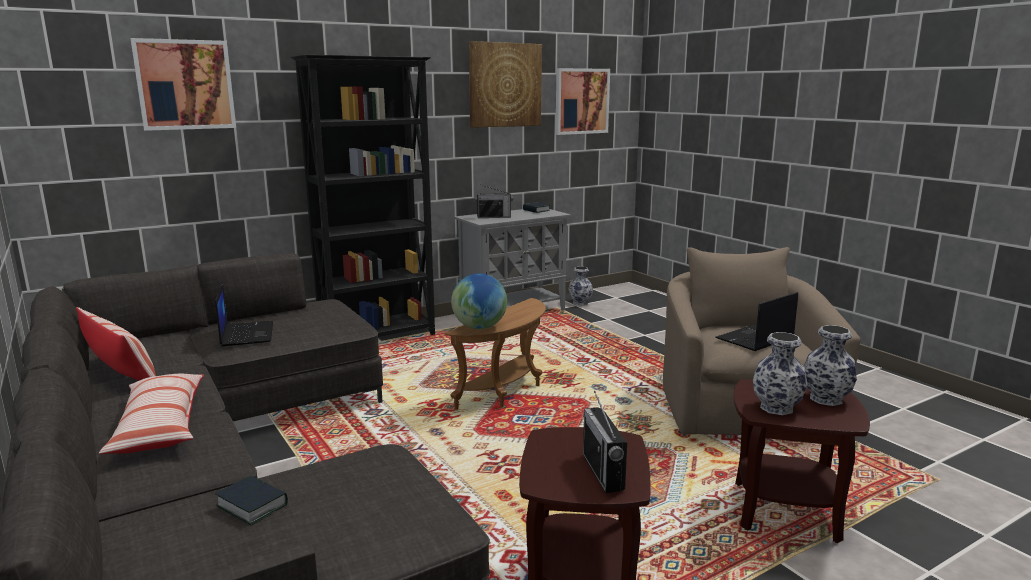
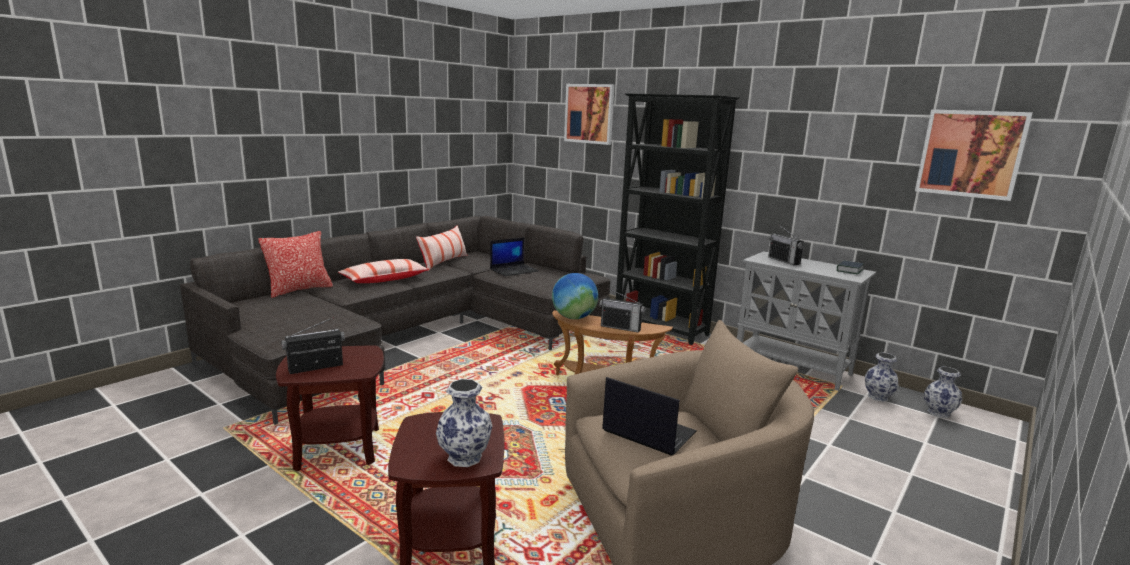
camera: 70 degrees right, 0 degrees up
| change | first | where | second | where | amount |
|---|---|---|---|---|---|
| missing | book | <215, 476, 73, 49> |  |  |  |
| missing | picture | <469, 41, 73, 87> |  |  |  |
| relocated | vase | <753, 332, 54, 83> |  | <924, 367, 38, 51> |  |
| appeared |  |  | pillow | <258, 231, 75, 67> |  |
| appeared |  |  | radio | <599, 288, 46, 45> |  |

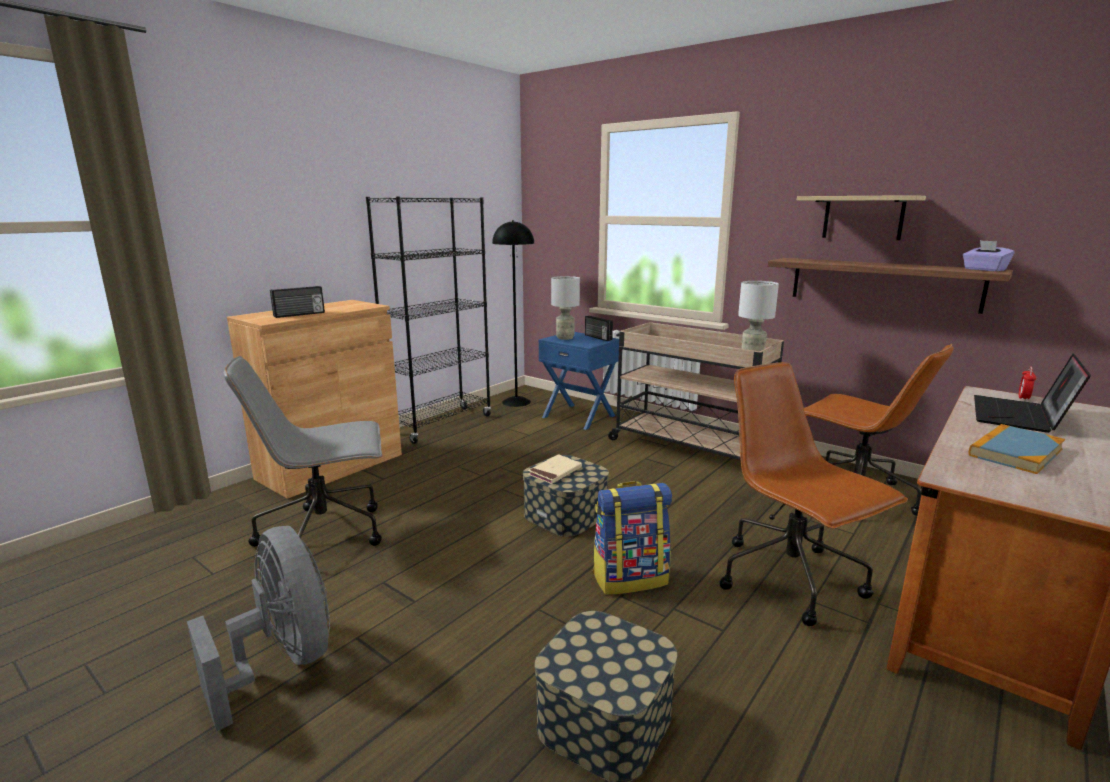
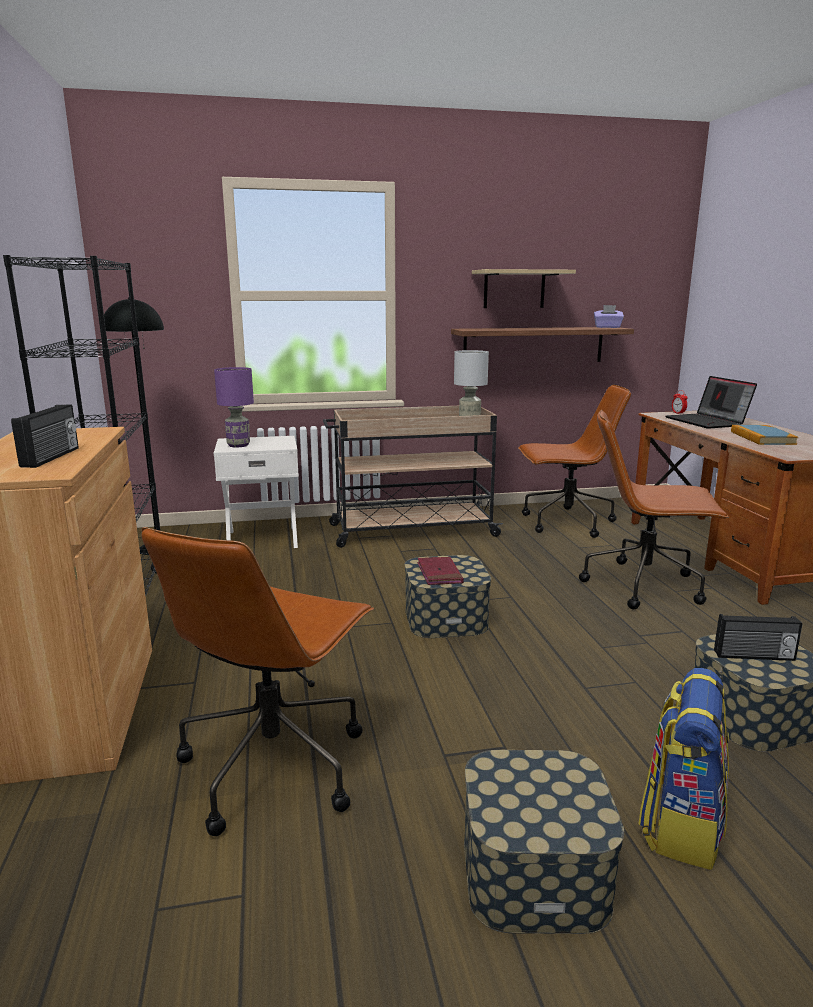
camera: 50 degrees left, 0 degrees up
| change | first | where | second | where | amount |
|---|---|---|---|---|---|
| exchanged | grey_fan | <187, 526, 143, 205> | storage_box | <464, 750, 160, 184> |  |
| colour | grey_office_chair | <224, 356, 158, 191> | brown_office_chair | <142, 527, 232, 309> |  |
| colour | beige_book | <528, 454, 54, 30> | red_book | <417, 557, 47, 28> |  |
| colour | blue_nightstand | <539, 332, 80, 98> | white_nightstand | <214, 436, 85, 112> |  |
| colour | grey_table_lamp | <551, 276, 29, 64> | purple_table_lamp | <214, 367, 40, 81> |  |
| relocated | radio | <585, 316, 28, 25> |  | <714, 614, 88, 47> |  |
| relocated | backpack | <592, 481, 80, 114> |  | <639, 668, 90, 202> |  |

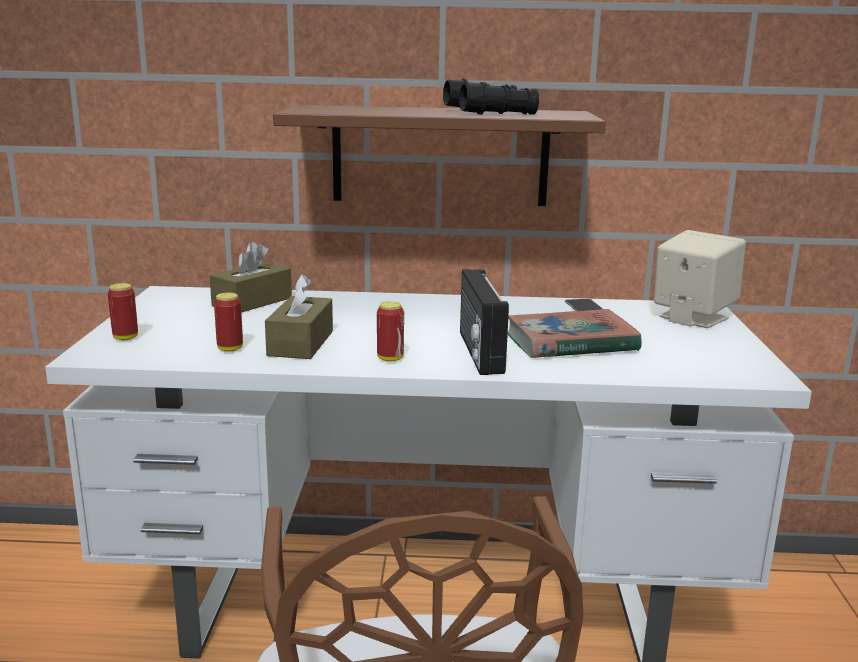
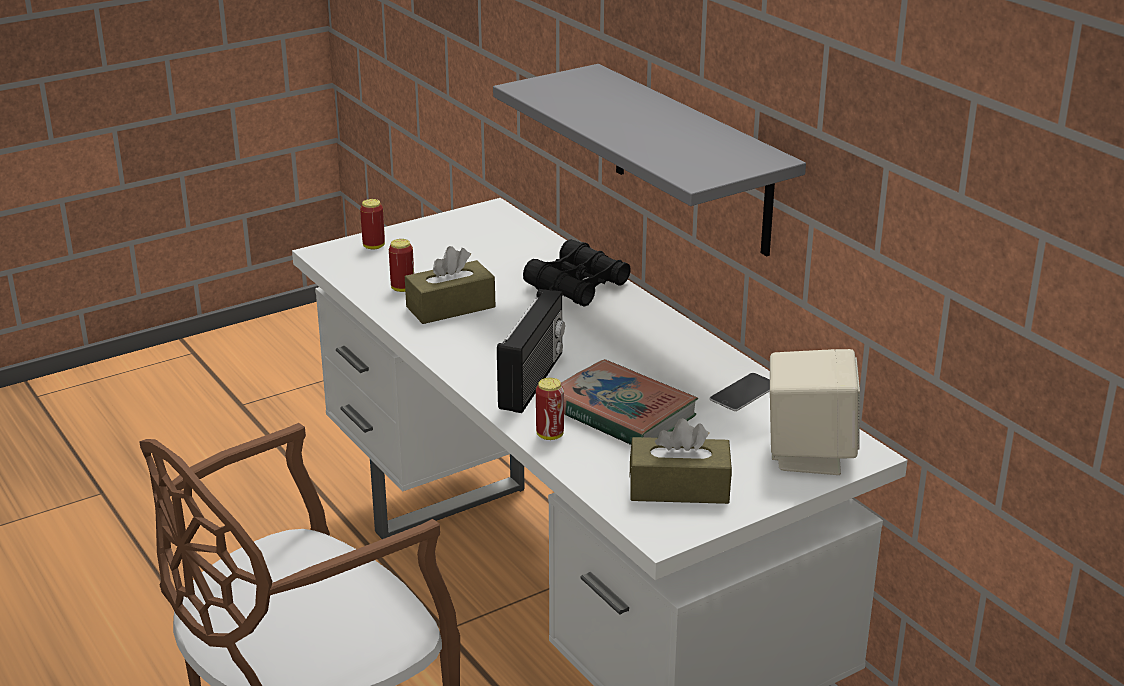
camera: 55 degrees right, 10 degrees up
| change | first | where | second | where | amount |
|---|---|---|---|---|---|
| relocated | brown_tissue_box | <210, 241, 82, 72> |  | <629, 418, 103, 86> |  |
| colour | brown_shelf | <273, 105, 333, 101> | grey_shelf | <493, 64, 313, 192> |  |
| relocated | can | <377, 301, 27, 61> |  | <536, 378, 28, 62> |  |
| relocated | black_binoculars | <443, 79, 96, 36> |  | <523, 239, 108, 68> |  |
| spun | radio | <460, 269, 49, 106> |  | <497, 289, 68, 124> | 150 degrees clockwise |

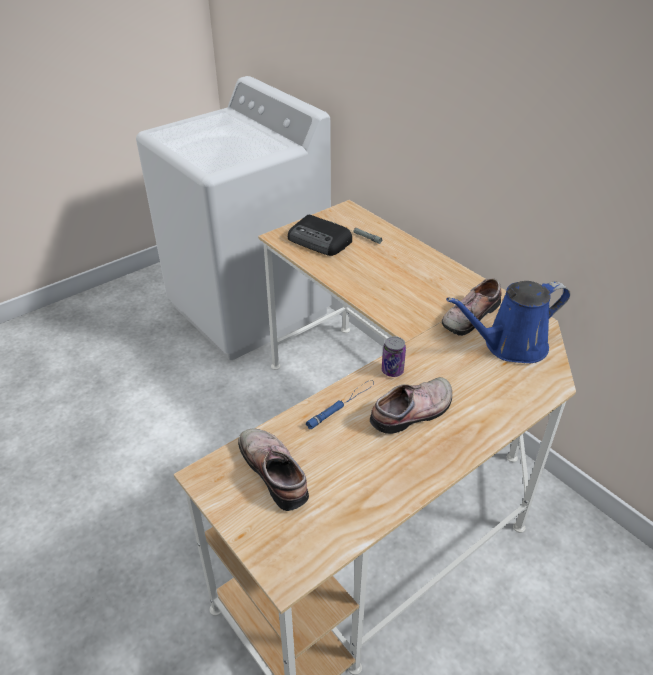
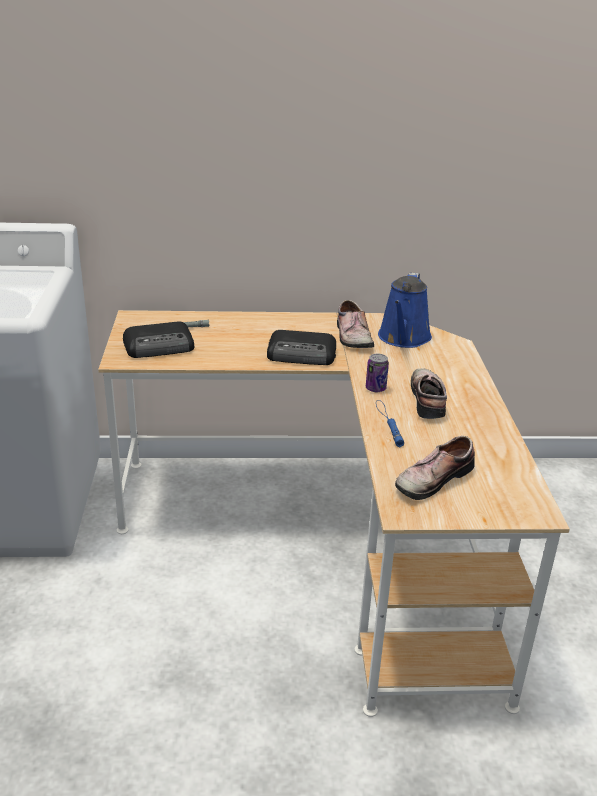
camera: 55 degrees left, 10 degrees down
| change | first | where | second | where | amount |
|---|---|---|---|---|---|
| spun | shoe | <238, 428, 71, 83> |  | <395, 436, 80, 64> | 45 degrees counterclockwise |
| appeared |  |  | radio | <267, 330, 69, 35> |  |

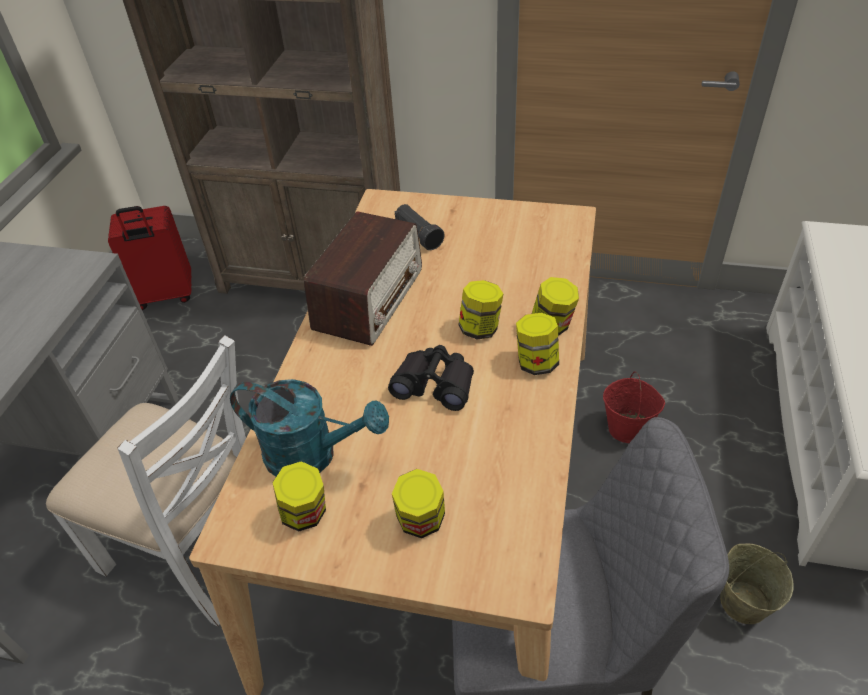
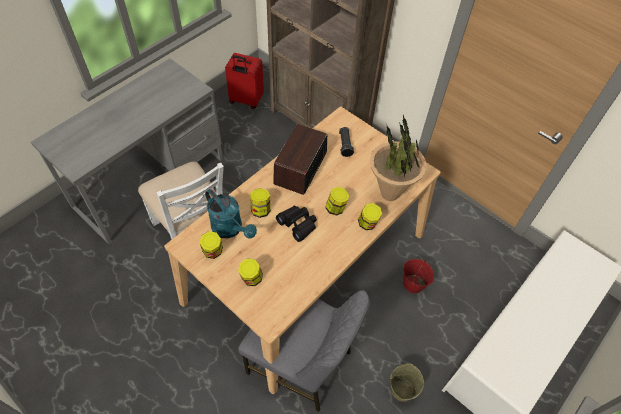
camera: 25 degrees right, 10 degrees up
| change | first | where | second | where | amount |
|---|---|---|---|---|---|
| spun | radio | <304, 211, 118, 135> |  | <273, 124, 54, 71> | 150 degrees clockwise |
| relocated | jar | <516, 313, 43, 62> |  | <250, 188, 20, 30> |  |
| appeared |  |  | potted_plant | <370, 115, 57, 86> |  |

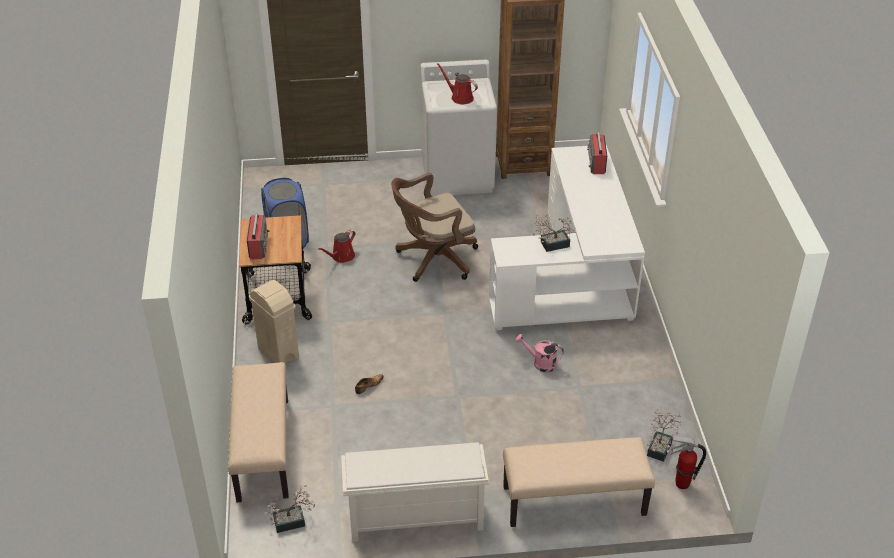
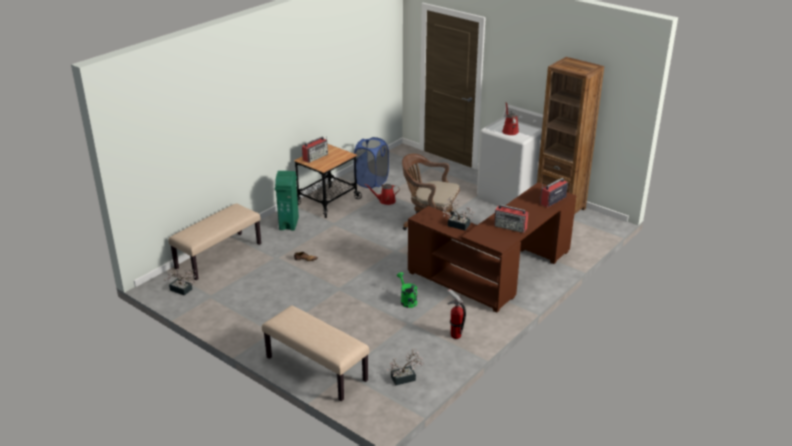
camera: 45 degrees right, 10 degrees down
| change | first | where | second | where | amount |
|---|---|---|---|---|---|
| colour | beige_trash_can | <249, 280, 50, 84> | green_trash_can | <275, 171, 24, 59> |  |
| missing | white_shoe_rack | <341, 442, 148, 100> |  |  |  |
| colour | white_desk | <489, 145, 156, 185> | brown_desk | <408, 182, 169, 131> |  |
| colour | pink_watering_can | <515, 334, 49, 38> | green_watering_can | <397, 272, 20, 36> |  |
| relocated | fire_extinguisher | <671, 435, 35, 54> |  | <447, 289, 19, 50> |  |
| appeared |  |  | radio | <494, 205, 35, 28> |  |

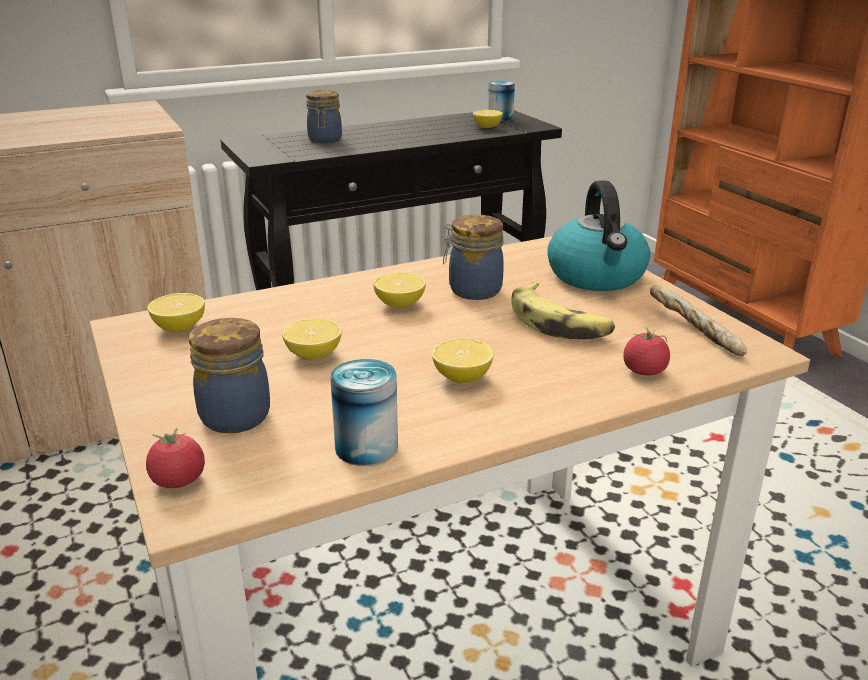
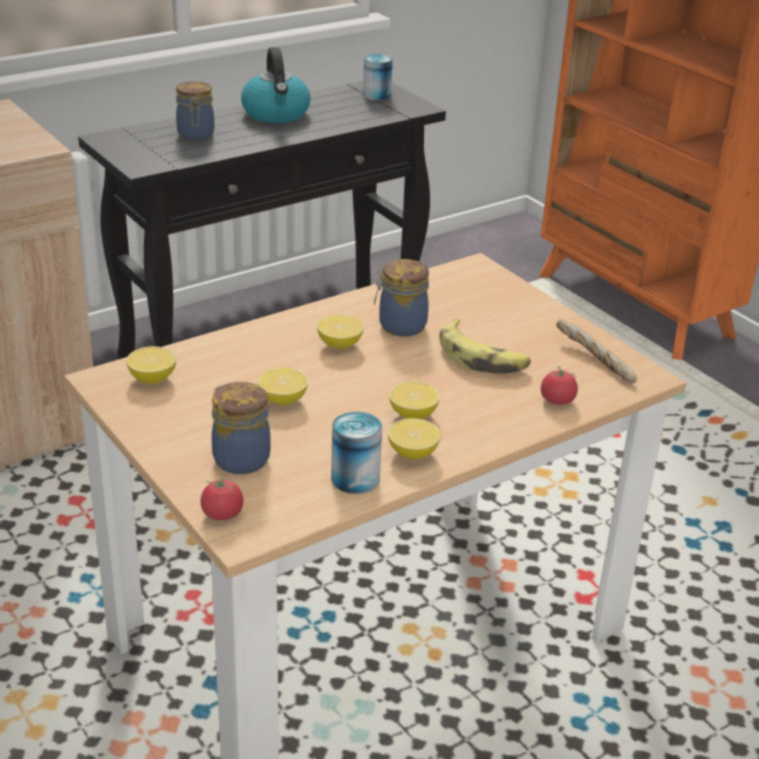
camera: 10 degrees left, 5 degrees up
| change | first | where | second | where | amount |
|---|---|---|---|---|---|
| relocated | lemon | <473, 110, 30, 18> |  | <388, 418, 53, 41> |  |
| relocated | kettle | <547, 181, 103, 110> |  | <241, 47, 70, 76> |  |

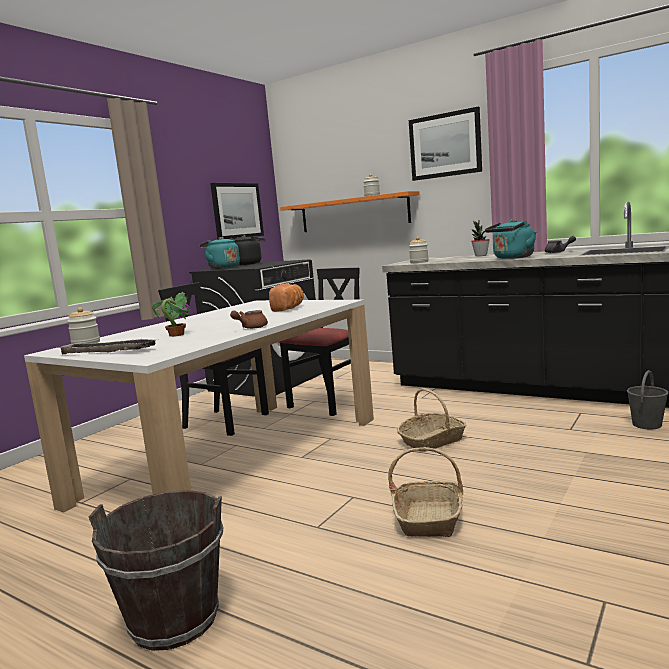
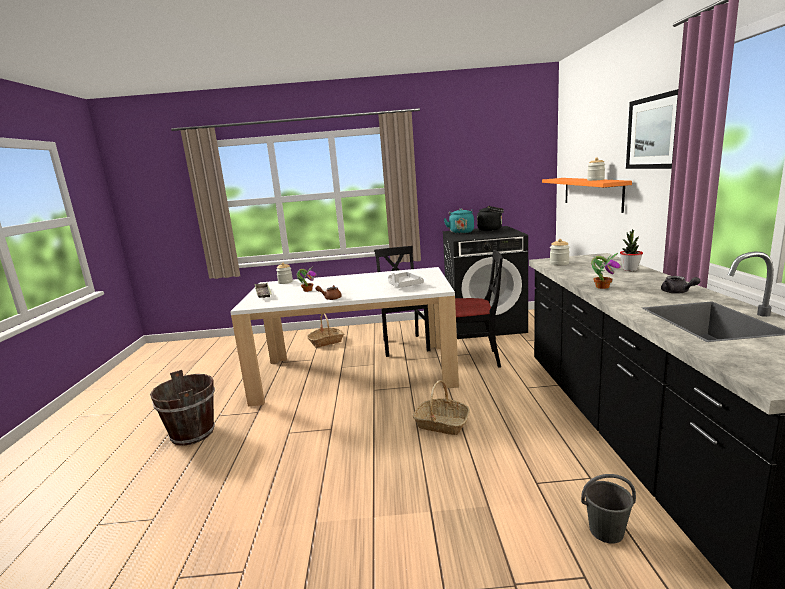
camera: 55 degrees right, 5 degrees up
| change | first | where | second | where | amount |
|---|---|---|---|---|---|
| missing | picture | <210, 183, 54, 57> |  |  |  |
| exchanged | bread | <269, 284, 35, 28> | grey_tray | <388, 272, 36, 16> |  |
| relocated | basket | <388, 447, 75, 90> |  | <307, 314, 37, 34> |  |
| exchanged | turquoise_kettle | <485, 219, 51, 40> | potted_plant | <591, 252, 30, 37> |  |

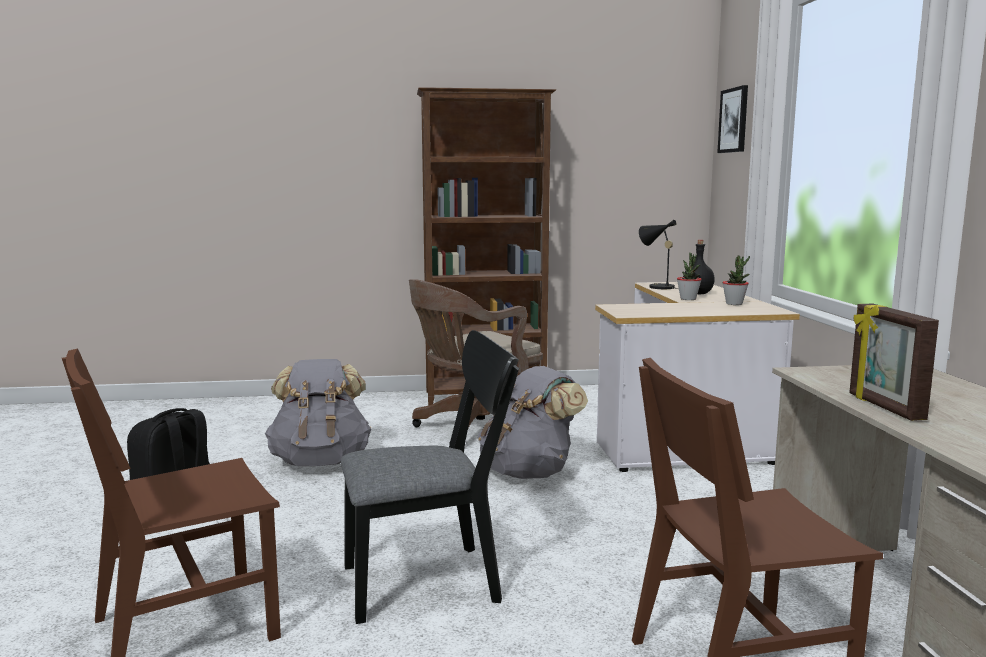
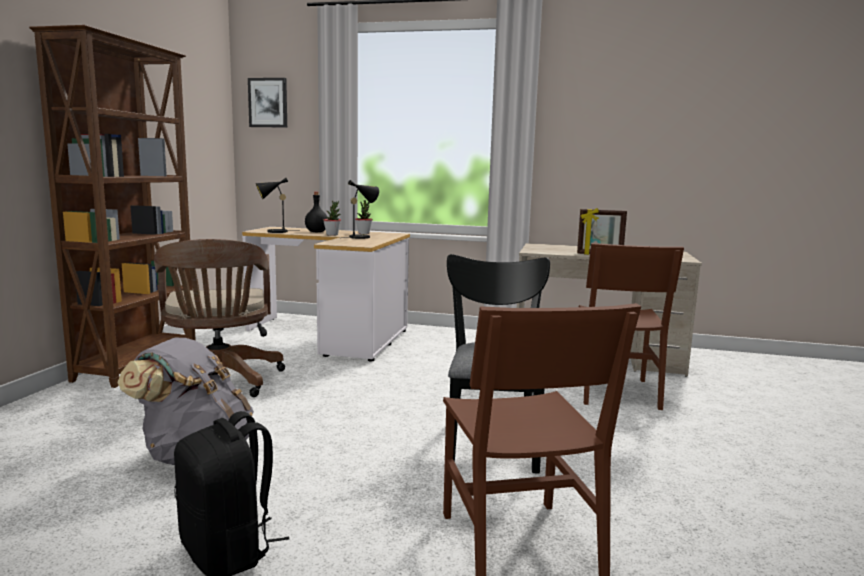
camera: 70 degrees left, 0 degrees up
| change | first | where | second | where | amount |
|---|---|---|---|---|---|
| missing | grey_backpack | <477, 366, 111, 113> |  |  |  |
| appeared |  |  | black_table_lamp | <343, 180, 36, 59> |  |

